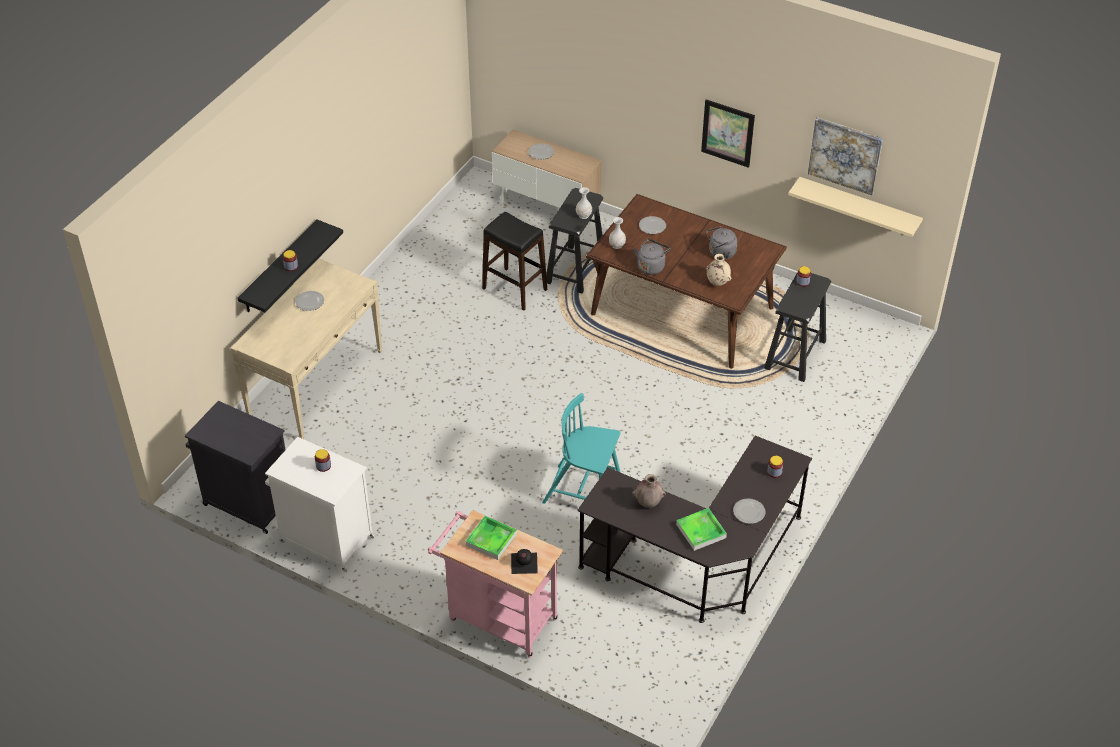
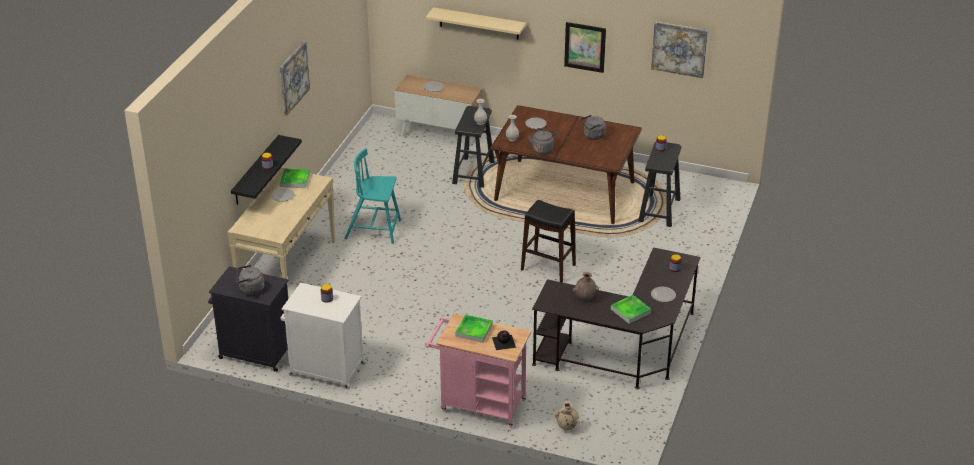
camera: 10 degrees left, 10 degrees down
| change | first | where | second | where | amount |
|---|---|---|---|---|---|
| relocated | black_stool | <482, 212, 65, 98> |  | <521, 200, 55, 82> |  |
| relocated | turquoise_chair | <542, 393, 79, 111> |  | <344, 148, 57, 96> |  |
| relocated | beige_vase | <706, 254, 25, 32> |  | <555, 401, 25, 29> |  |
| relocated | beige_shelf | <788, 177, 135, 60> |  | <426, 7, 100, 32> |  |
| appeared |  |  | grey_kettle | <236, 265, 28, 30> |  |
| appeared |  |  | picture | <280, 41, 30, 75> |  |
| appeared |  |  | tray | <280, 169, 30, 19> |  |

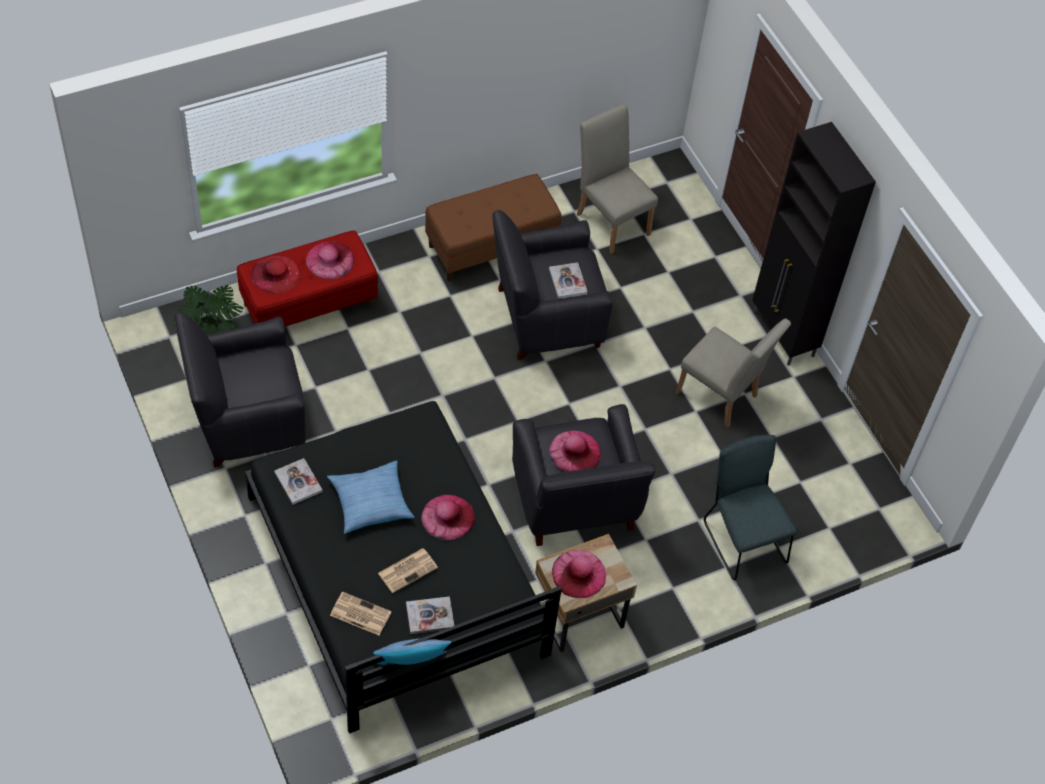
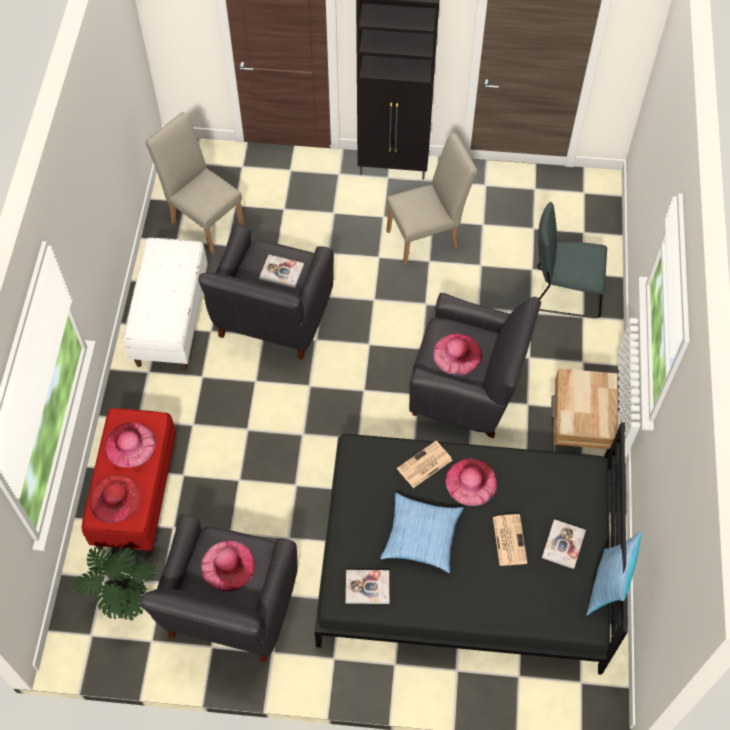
camera: 55 degrees left, 5 degrees up
| change | first | where | second | where | amount |
|---|---|---|---|---|---|
| relocated | newspaper | <330, 592, 61, 43> |  | <397, 441, 55, 47> |  |
| colour | brown_bench | <425, 174, 137, 107> | white_bench | <124, 238, 84, 133> |  |
| relocated | pink_hat | <552, 550, 54, 49> |  | <201, 541, 54, 50> |  |
| spun | beige_chair | <577, 104, 81, 150> |  | <146, 112, 99, 142> | 45 degrees clockwise |

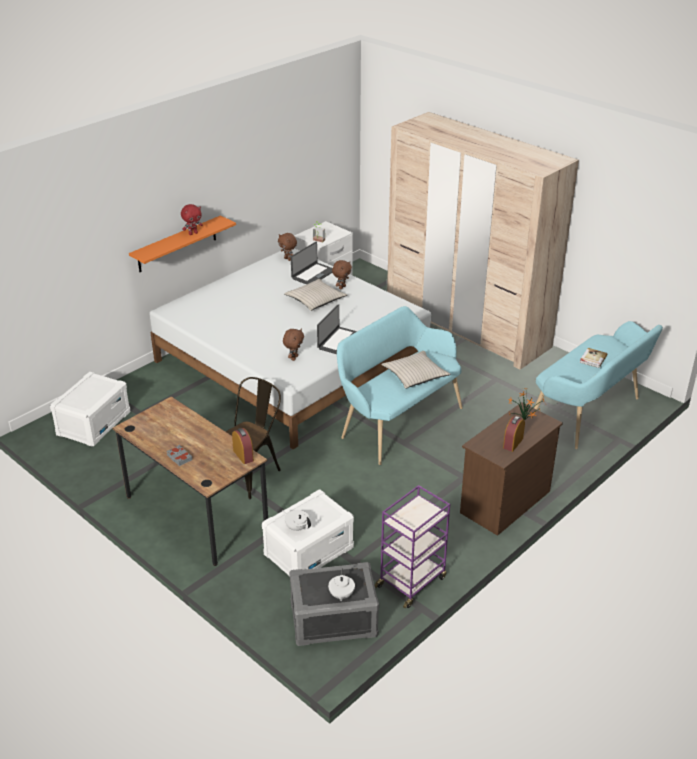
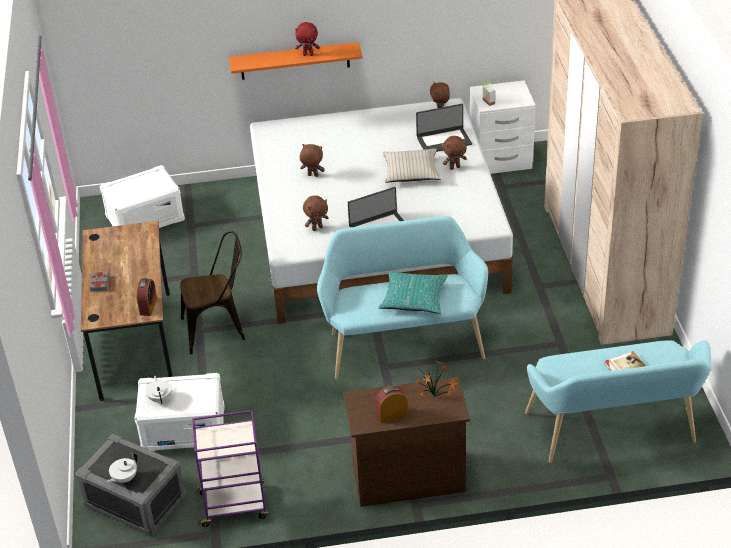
camera: 40 degrees right, 5 degrees up
| change | first | where | second | where | amount |
|---|---|---|---|---|---|
| colour | beige_pillow | <381, 351, 69, 38> | turquoise_pillow | <379, 271, 69, 43> |  |
| appeared |  |  | brown_plush_toy | <300, 144, 25, 33> |  |

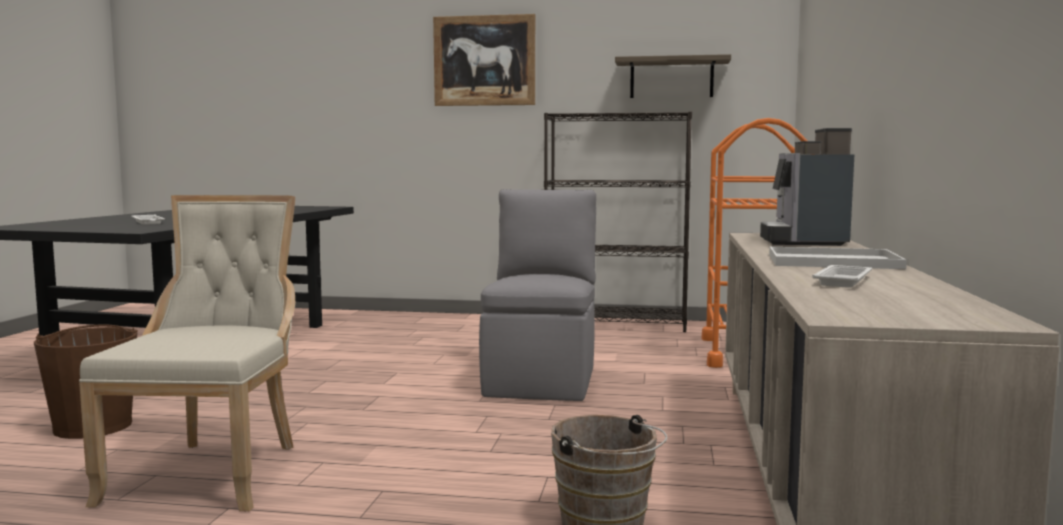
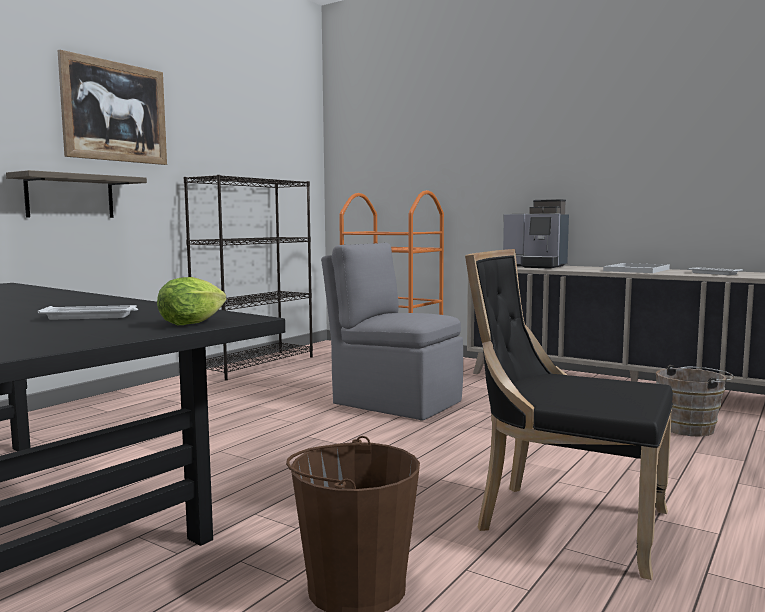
camera: 65 degrees left, 0 degrees up
| change | first | where | second | where | amount |
|---|---|---|---|---|---|
| colour | beige_chair | <79, 195, 216, 316> | black_chair | <465, 249, 208, 331> |  |
| relocated | shelf | <615, 54, 116, 44> |  | <6, 170, 141, 48> |  |
| appeared |  |  | lettuce | <157, 277, 69, 48> |  |

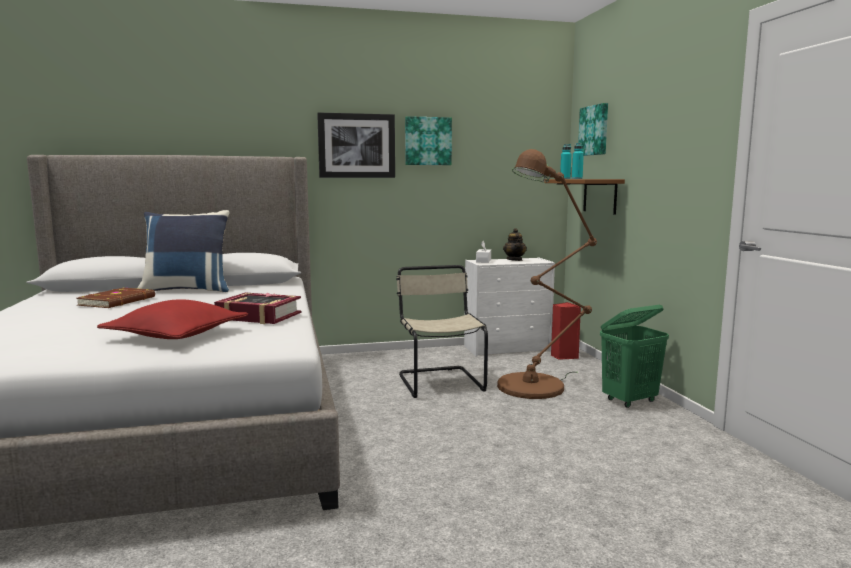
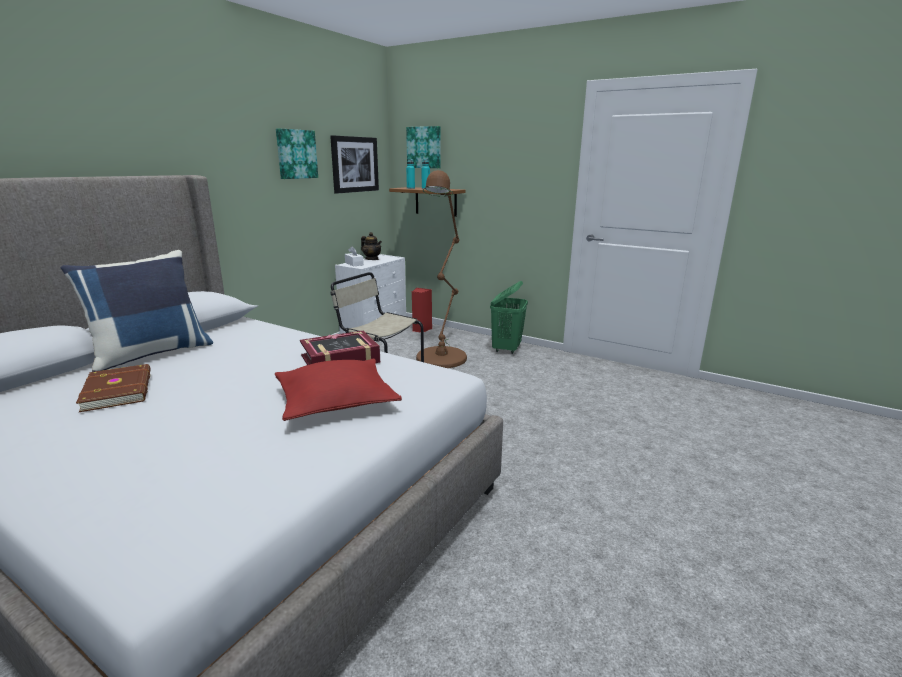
camera: 45 degrees left, 10 degrees up
| change | first | where | second | where | amount |
|---|---|---|---|---|---|
| relocated | picture | <317, 112, 78, 66> |  | <330, 135, 49, 59> |  |

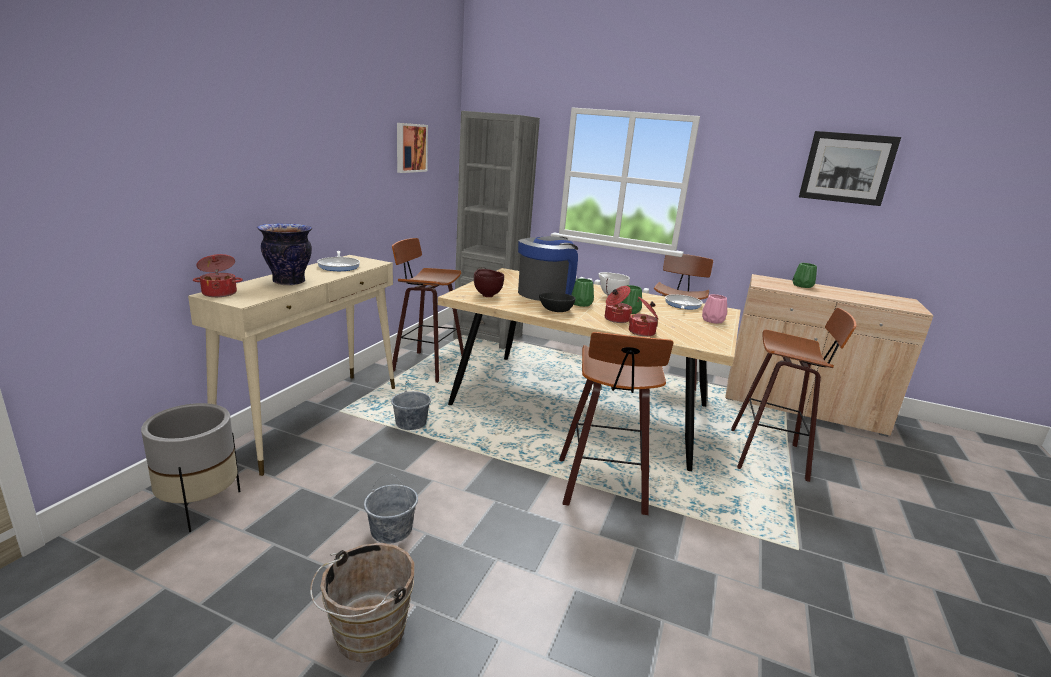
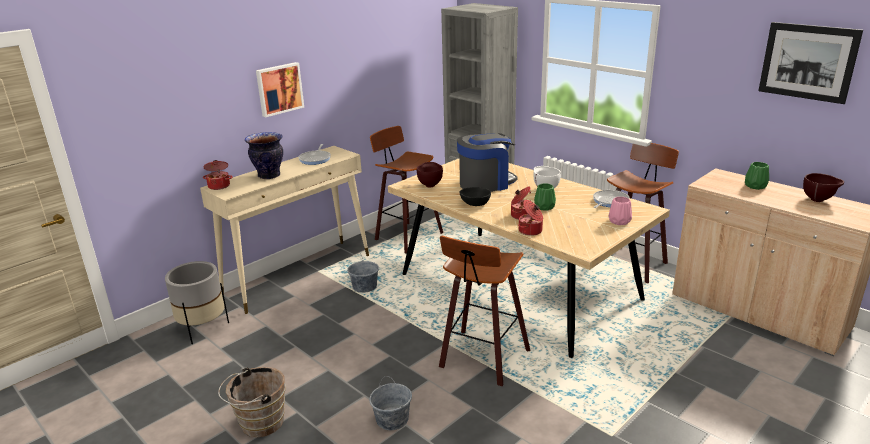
camera: 25 degrees right, 5 degrees up
| change | first | where | second | where | amount |
|---|---|---|---|---|---|
| relocated | grey_bucket | <364, 475, 54, 68> |  | <369, 376, 43, 54> |  |
| relocated | picture | <397, 123, 31, 50> |  | <256, 62, 48, 55> |  |
| missing | green_vase | <572, 278, 22, 29> |  |  |  |
| missing | stool | <731, 308, 126, 174> |  |  |  |
| appeared |  |  | brown_bowl | <803, 173, 41, 29> |  |

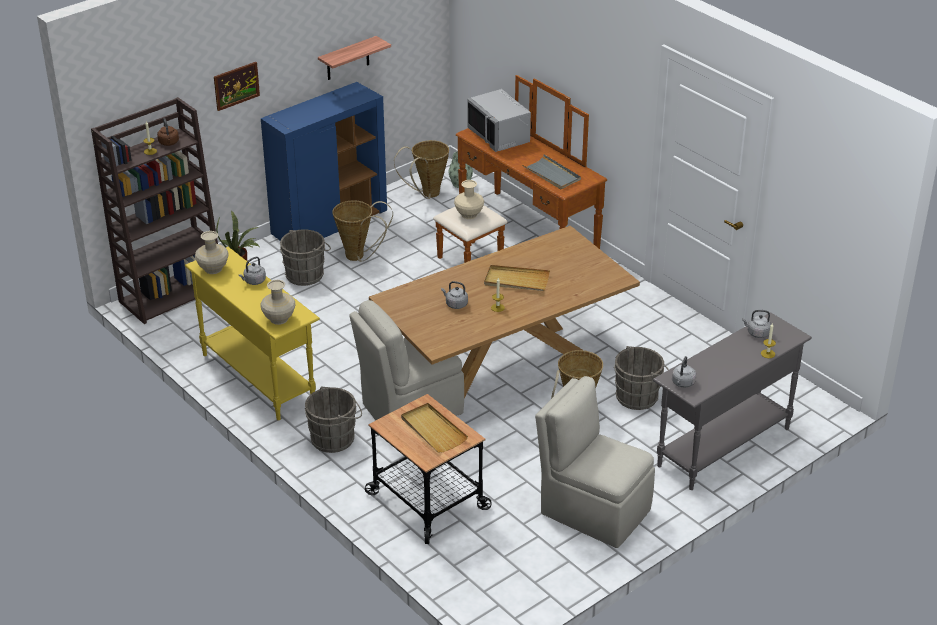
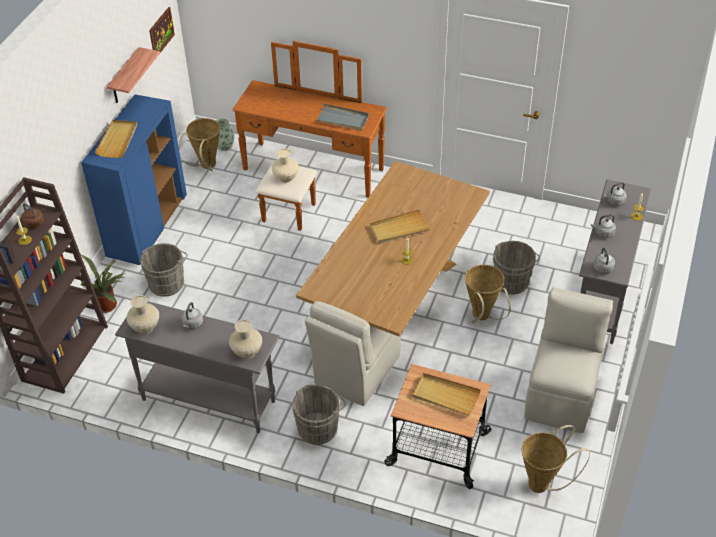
camera: 30 degrees left, 10 degrees up
| change | first | where | second | where | amount |
|---|---|---|---|---|---|
| colour | yellow_console_table | <185, 247, 135, 173> | grey_console_table | <115, 301, 164, 132> |  |
| relocated | picture | <214, 62, 46, 49> |  | <149, 7, 26, 46> |  |
| relocated | basket | <332, 200, 61, 61> |  | <522, 425, 68, 68> |  |
| relocated | grey_kettle | <441, 281, 27, 28> |  | <591, 214, 25, 24> |  |
| missing | grey_microwave | <467, 89, 64, 63> |  |  |  |
| spun | beige_chair | <535, 376, 120, 172> |  | <524, 287, 89, 146> | 105 degrees clockwise |
| appeared |  |  | beige_tray | <95, 120, 42, 38> |  |

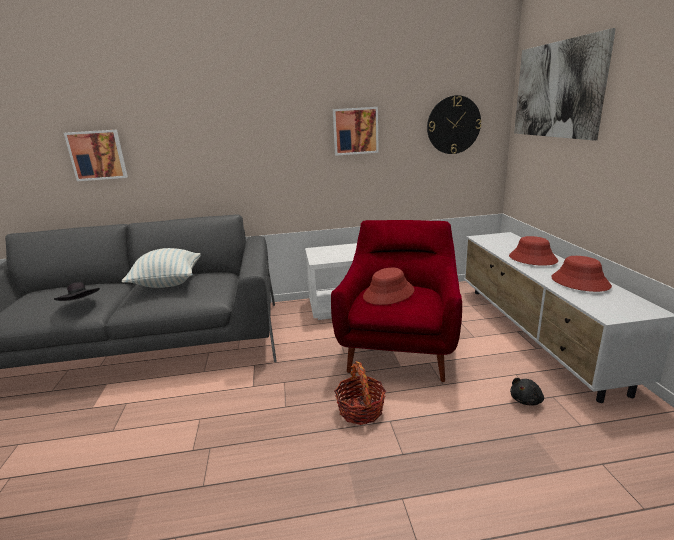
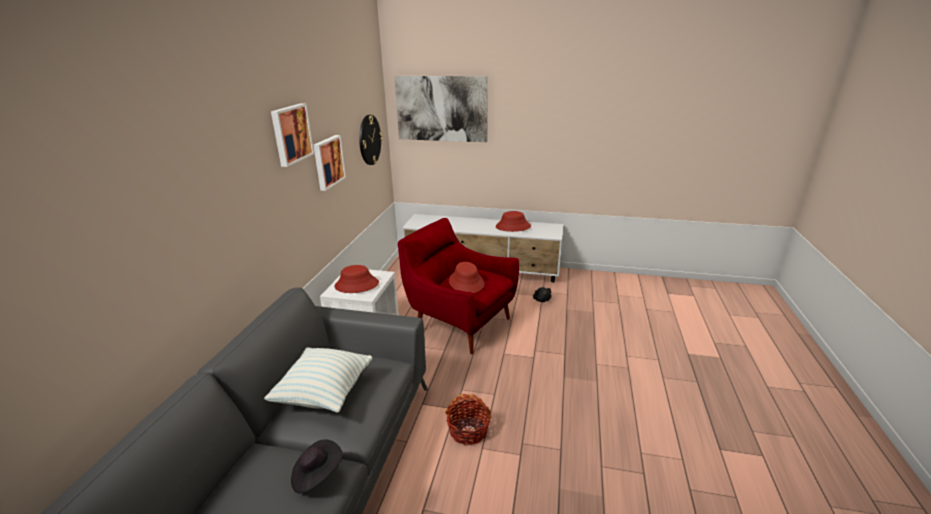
camera: 70 degrees left, 5 degrees up
| change | first | where | second | where | amount |
|---|---|---|---|---|---|
| relocated | picture | <64, 130, 64, 51> |  | <271, 103, 43, 64> |  |
| relocated | basket | <334, 361, 52, 64> |  | <445, 394, 46, 52> |  |
| relocated | red_hat | <509, 236, 49, 30> |  | <334, 265, 45, 28> |  |

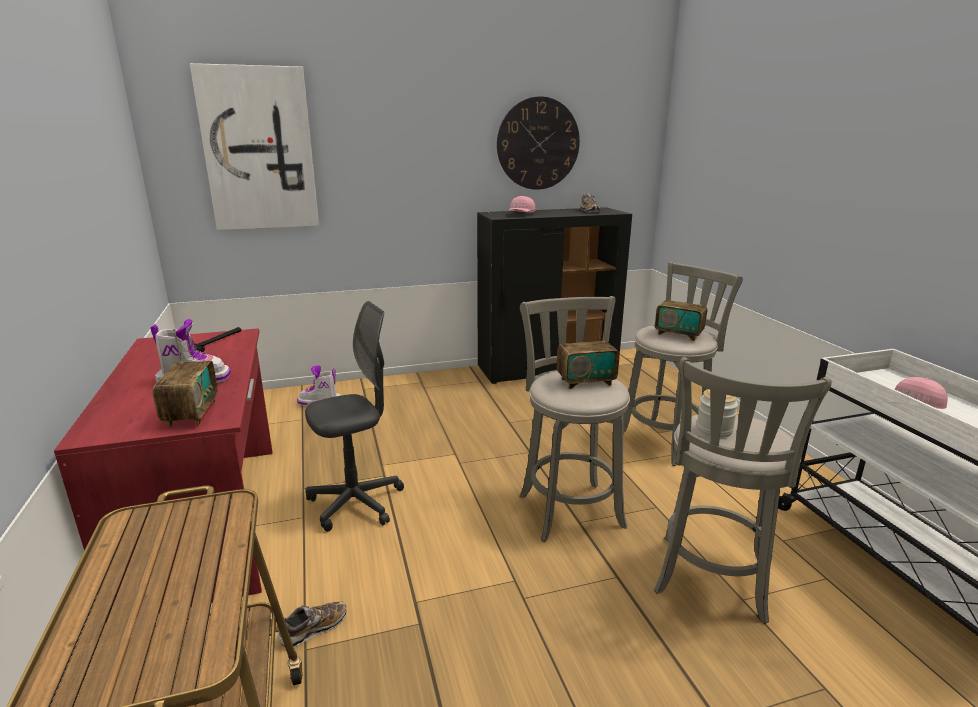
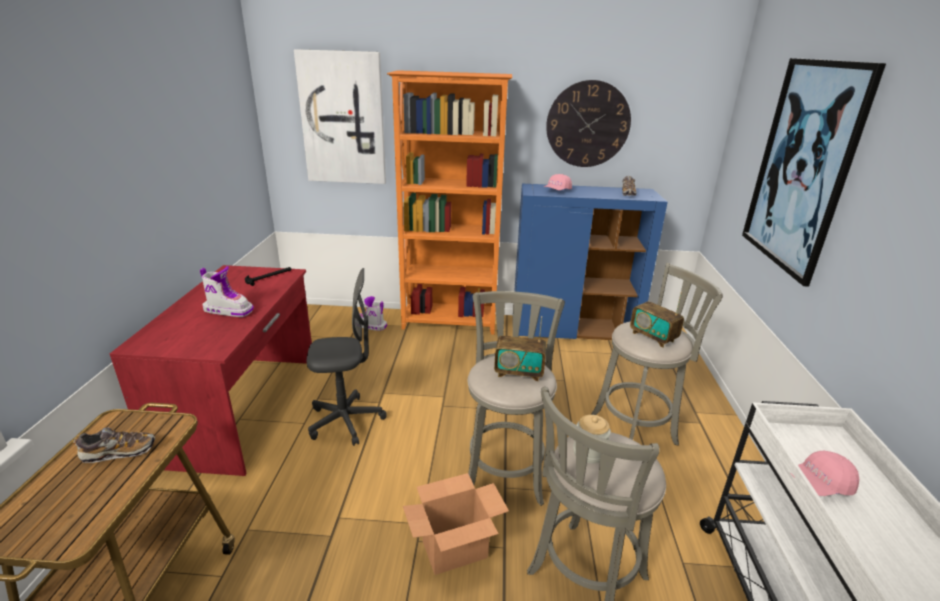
camera: 20 degrees right, 5 degrees up
| change | first | where | second | where | amount |
|---|---|---|---|---|---|
| missing | radio | <152, 329, 66, 99> |  |  |  |
| relocated | shoe | <276, 601, 70, 46> |  | <73, 427, 82, 36> |  |
| colour | black_cabinet | <477, 207, 155, 177> | blue_cabinet | <514, 184, 154, 156> |  |
| appeared |  |  | orange_bookcase | <387, 70, 125, 265> |  |
| appeared |  |  | cardboard_box | <403, 473, 106, 102> |  |
| appeared |  |  | picture | <742, 58, 144, 229> |  |

